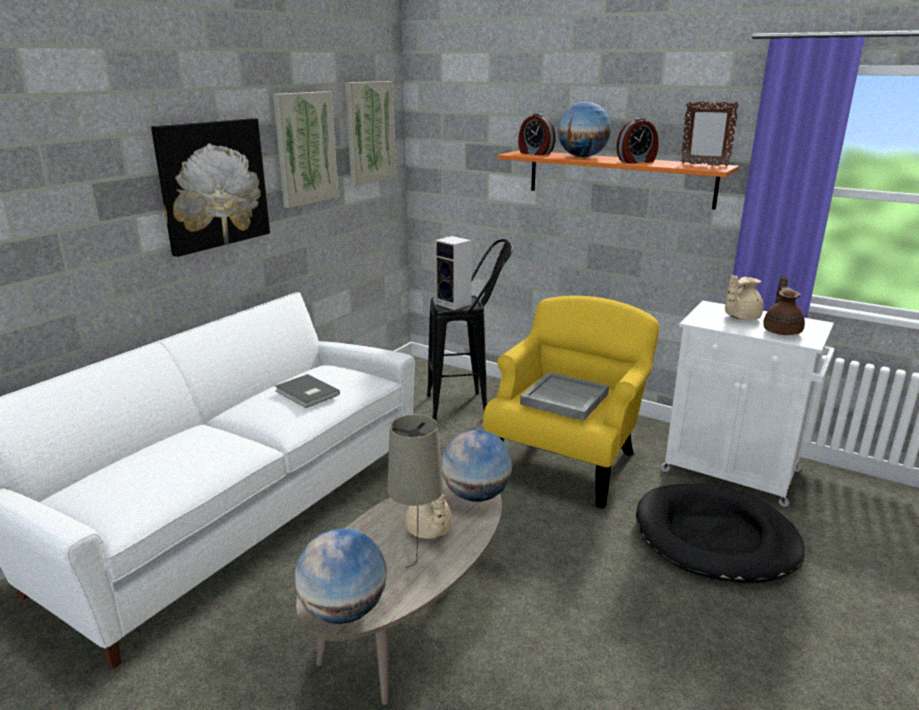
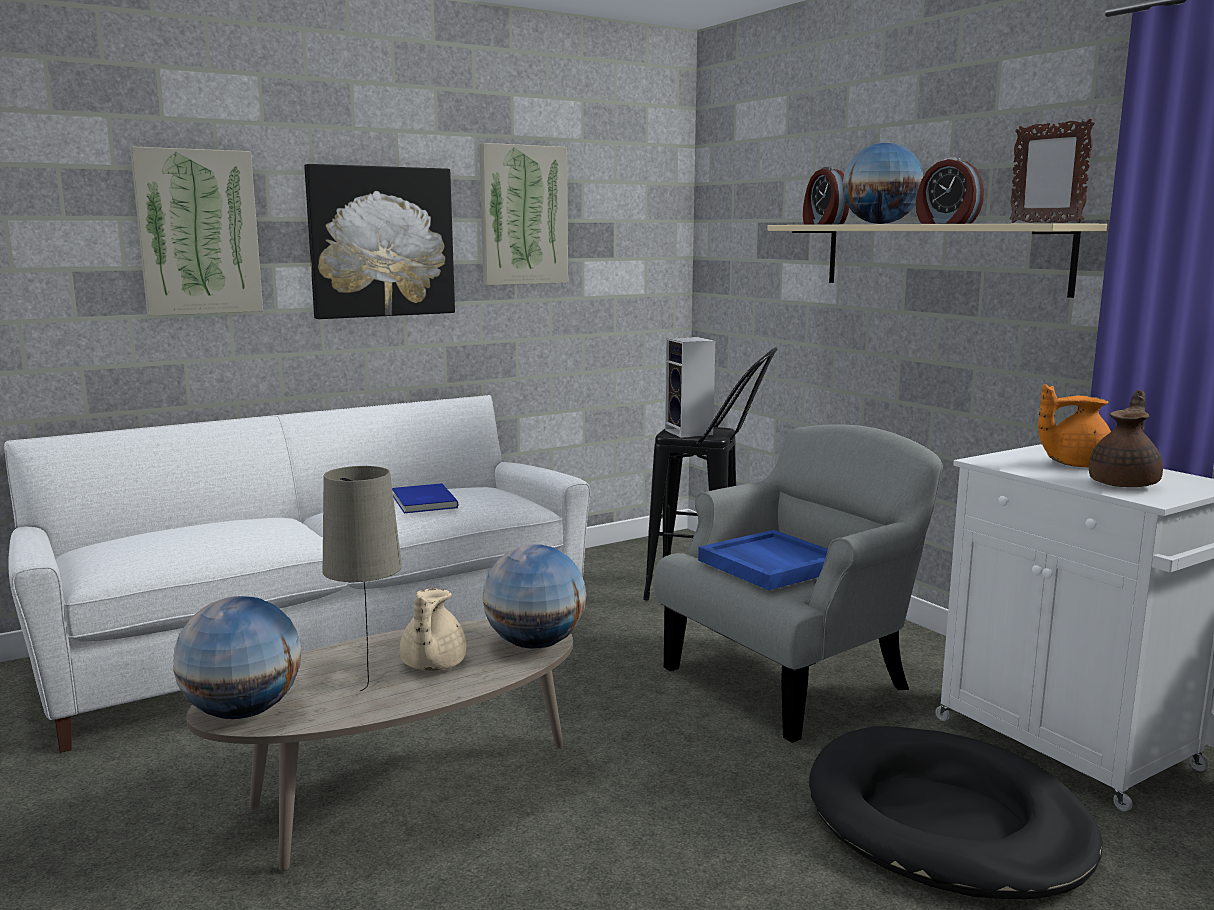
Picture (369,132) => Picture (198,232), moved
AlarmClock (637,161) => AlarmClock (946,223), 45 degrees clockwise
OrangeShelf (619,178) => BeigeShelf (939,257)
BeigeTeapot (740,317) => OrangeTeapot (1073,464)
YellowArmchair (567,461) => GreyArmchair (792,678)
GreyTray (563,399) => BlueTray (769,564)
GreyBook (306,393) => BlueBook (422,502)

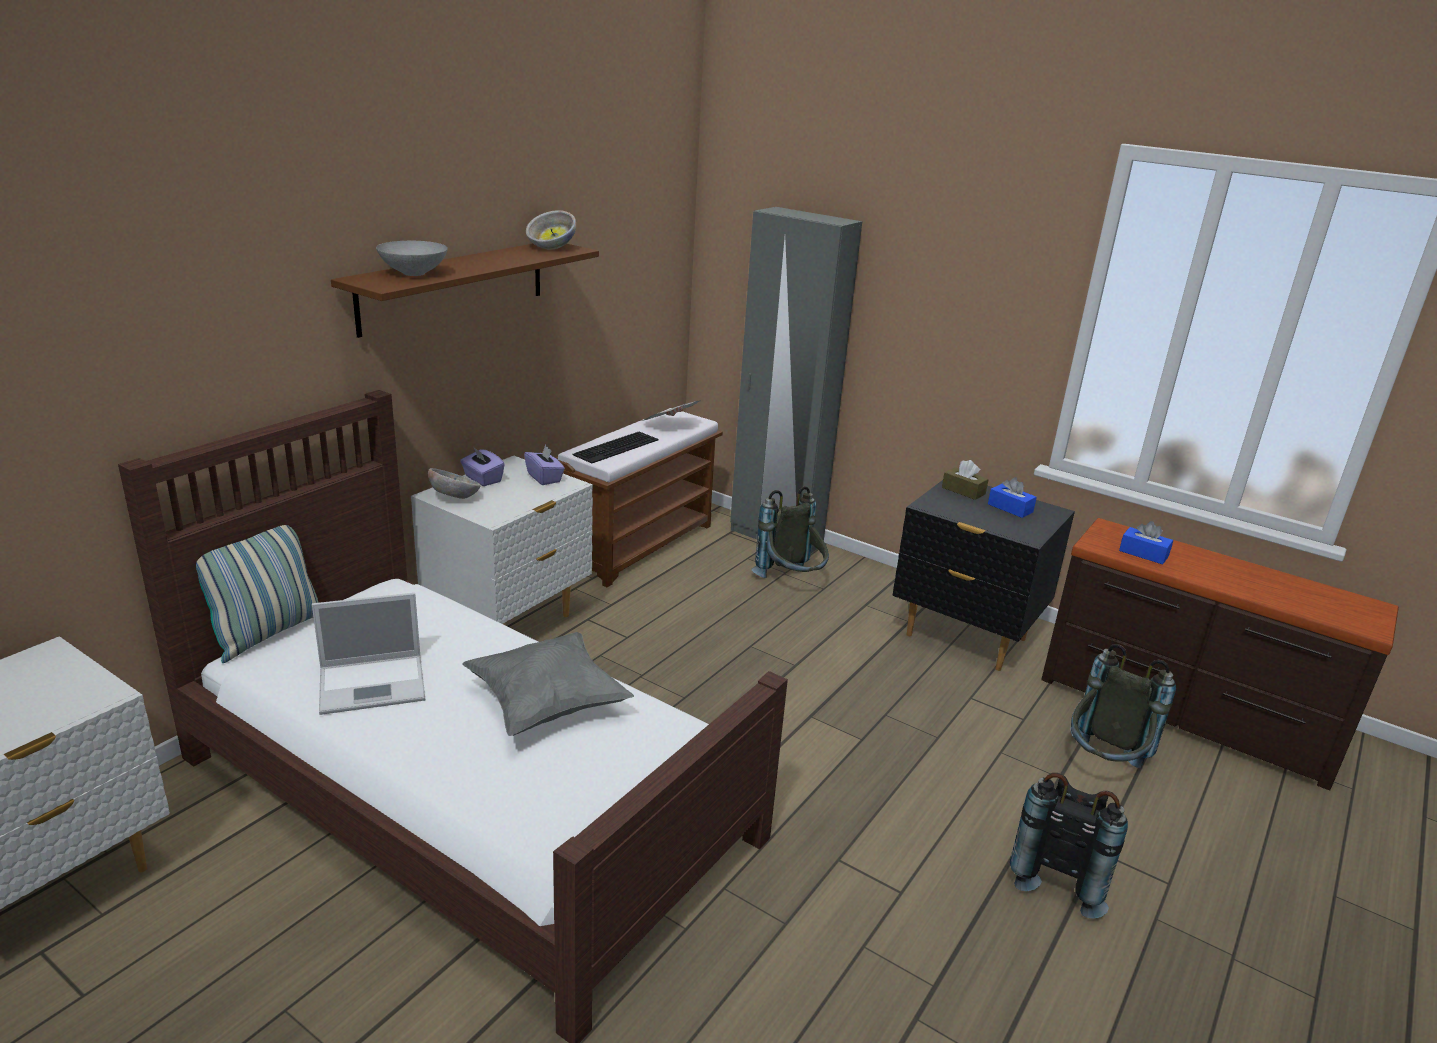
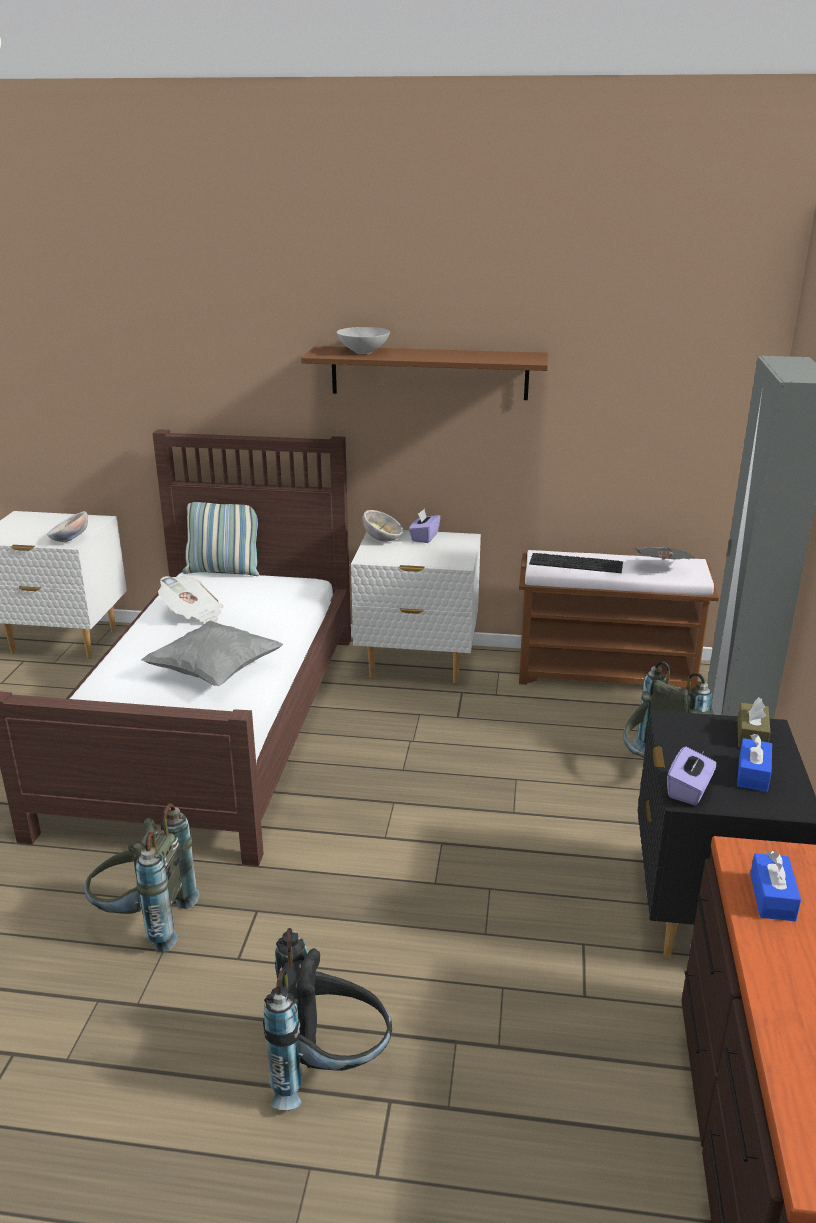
Bowl (551,248) => Bowl (69,540), moved
PurpleTissueBox (544,478) => PurpleTissueBox (689,790), moved
Laptop (374,684) => Newspaper (193,615)
GreyBackpack (1102,766) => GreyBackpack (144,923), moved

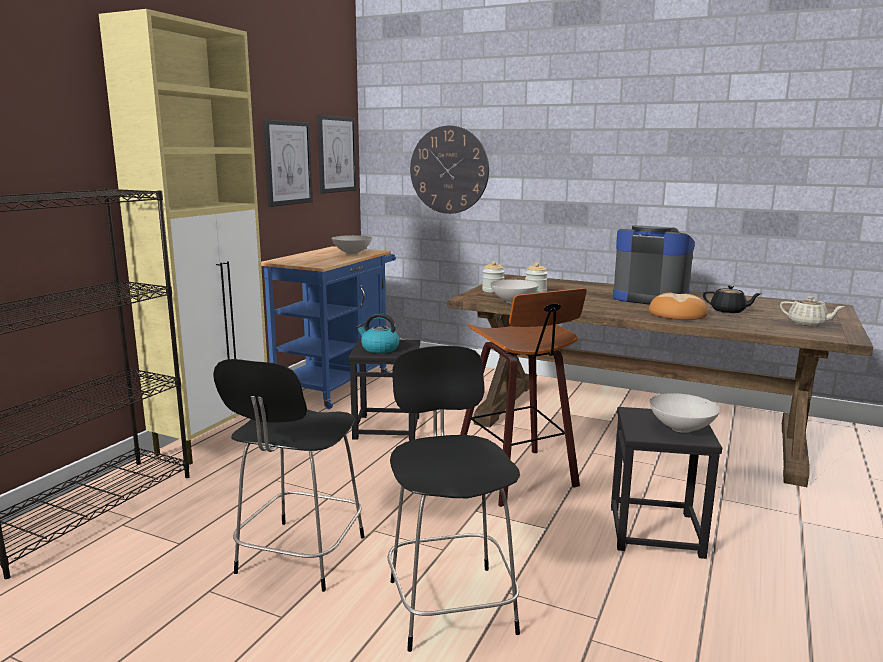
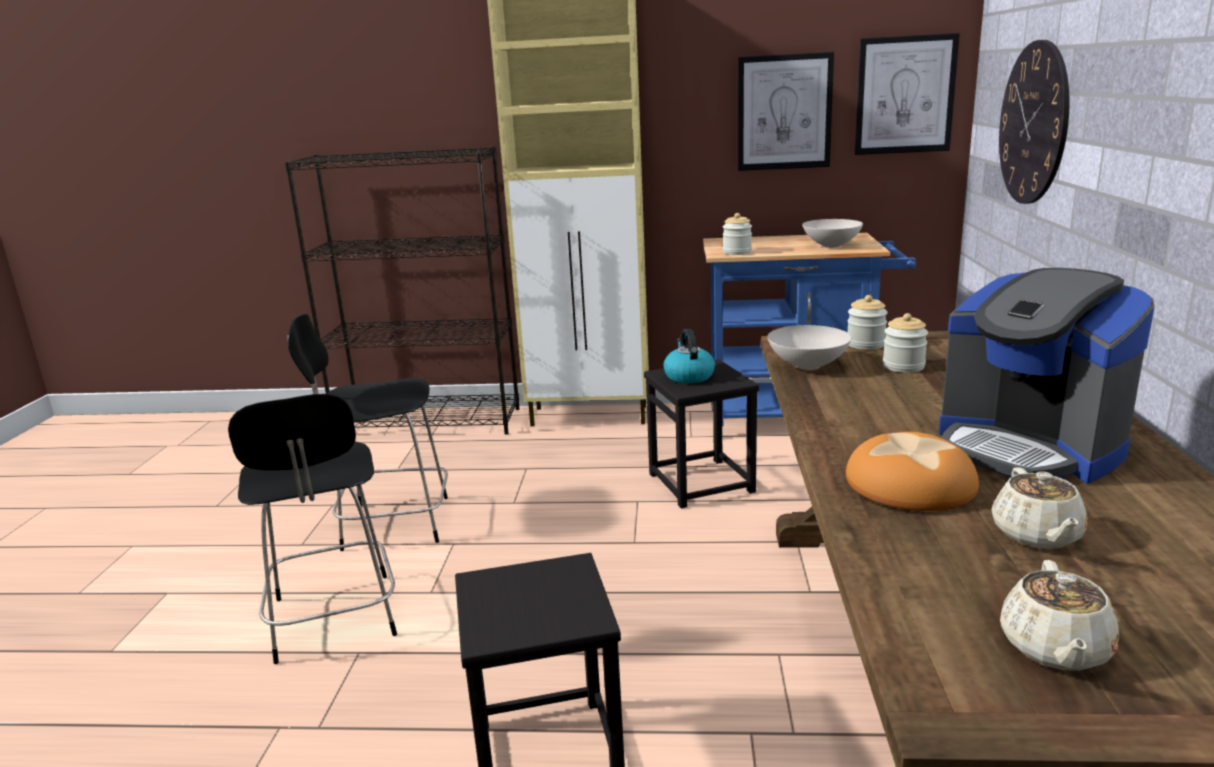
CoffeeMachine (650,298) => CoffeeMachine (1028,448), 135 degrees clockwise
BlackTeapot (728,311) => BeigeTeapot (1037,535)
Stool (519,478) => nothing
BlackChair (450,602) => BlackChair (334,620), 105 degrees clockwise
WhiteBowl (682,428) => nothing
nothing => Jar (737,252)

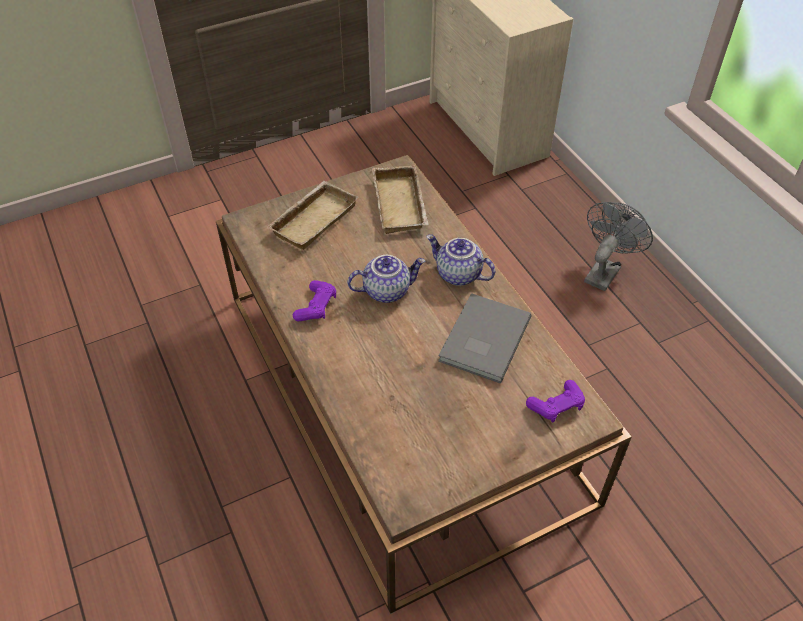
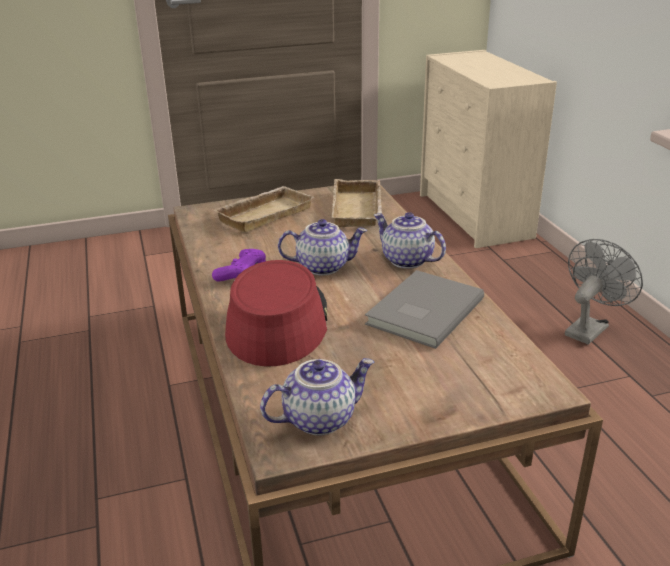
PurpleGameController (556,406) => nothing
nothing => RedHat (277,322)
nothing => Teapot (319,418)

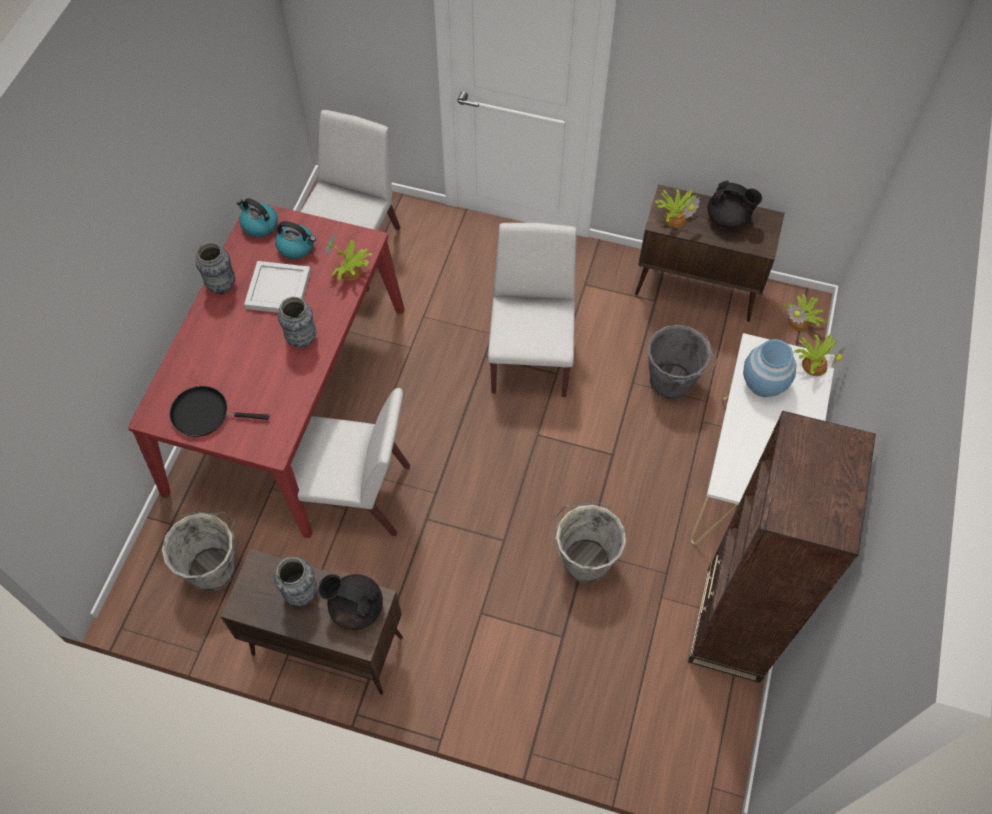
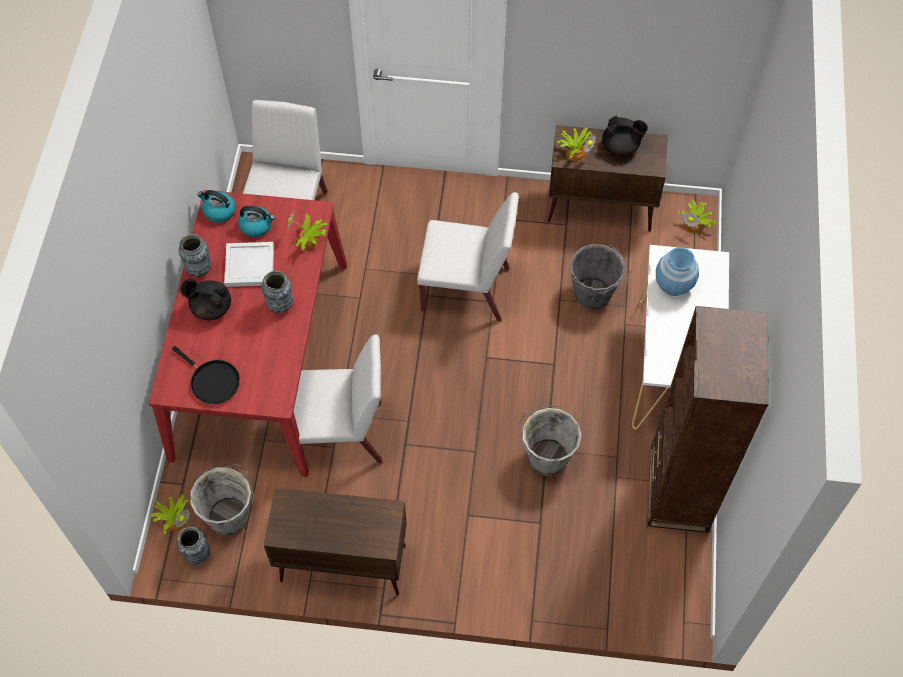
WhiteChair (531,355) => WhiteChair (467,289), 105 degrees clockwise
PottedPlant (814,364) => PottedPlant (175,520), moved
BlackFryingPan (205,414) => BlackFryingPan (212,381), 135 degrees counterclockwise
Vase (301,593) => Vase (197,554), moved
BlackTeapot (355,607) => BlackTeapot (210,307), moved

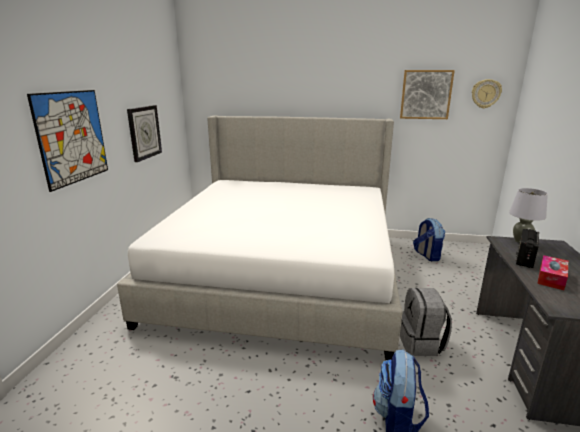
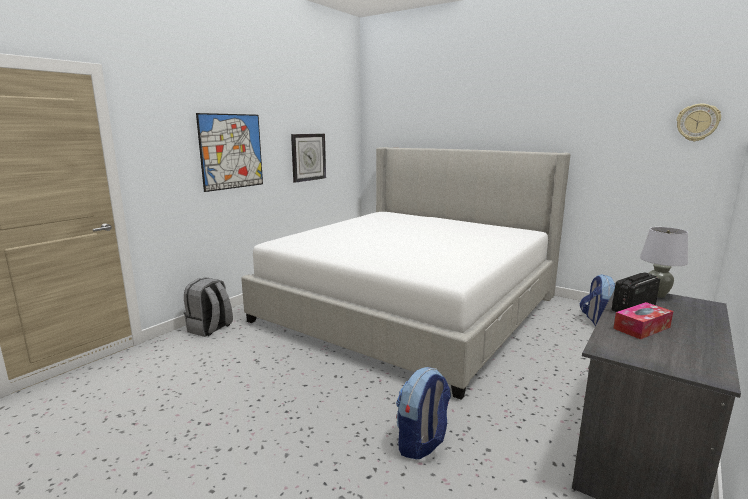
Picture (426,94) => nothing
GreyBackpack (421,343) => GreyBackpack (210,329), moved

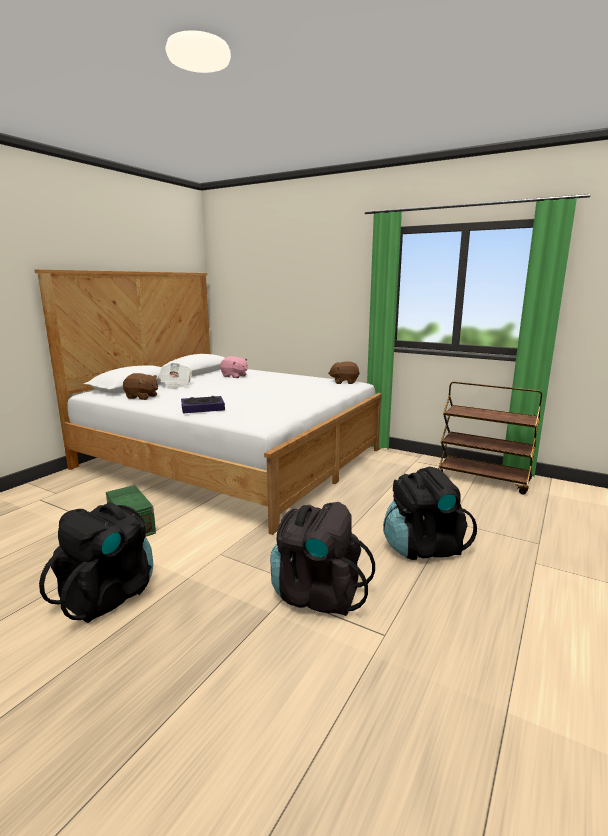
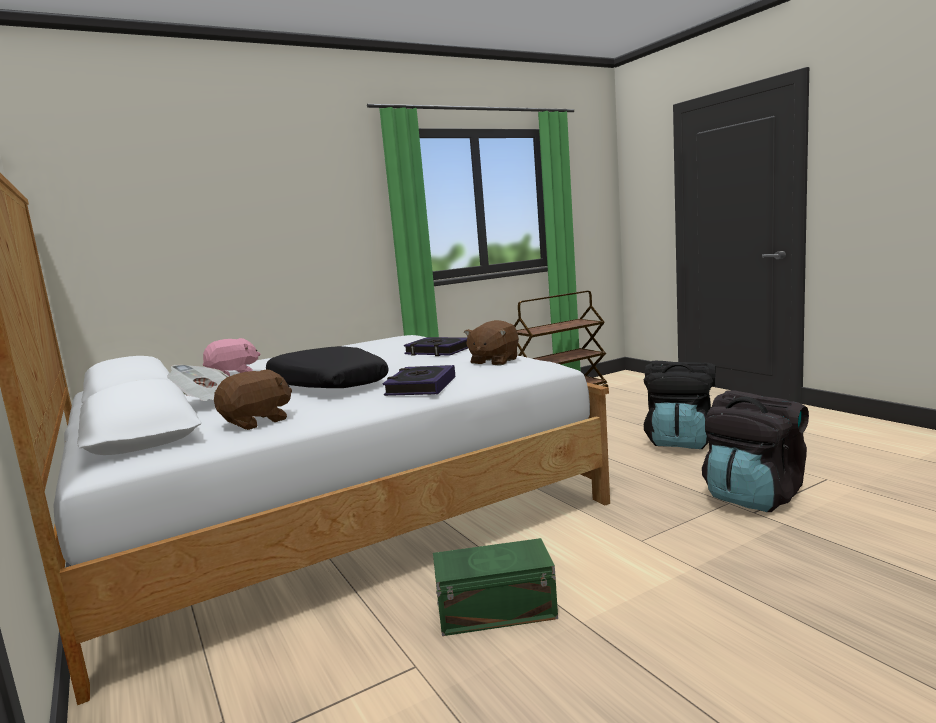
BrownPlushToy (344,382) => BrownPlushToy (493,362), moved
BlackBackpack (108,594) => nothing
nothing => Book (438,351)
nothing => BlackPillow (326,384)

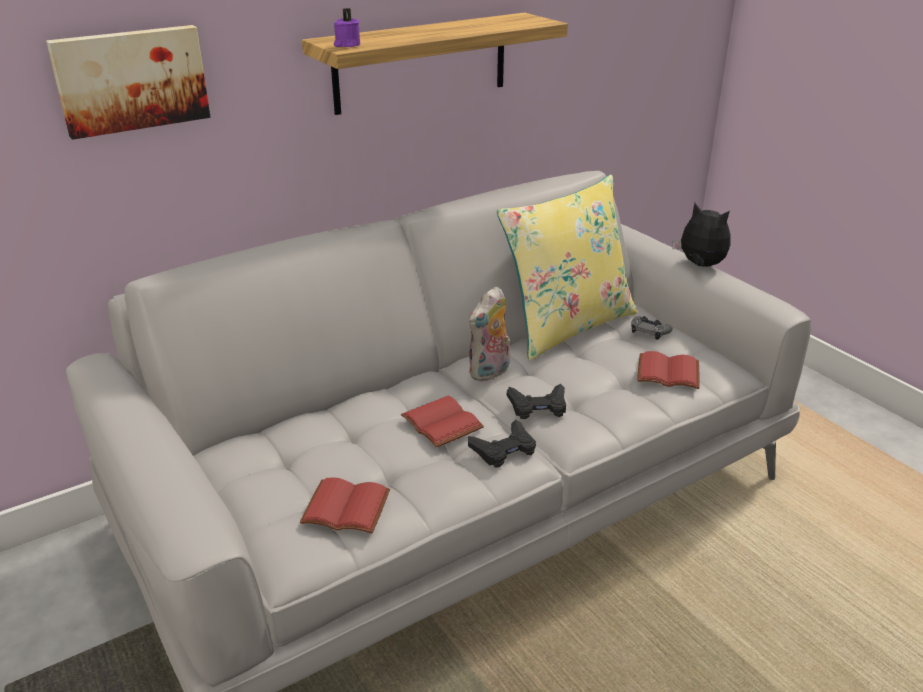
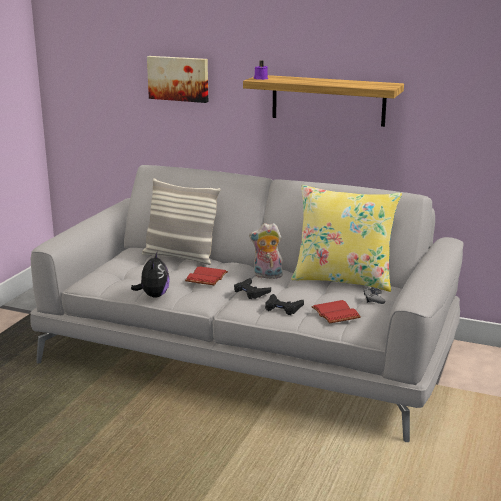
PlushToy (700,265) => PlushToy (153,295), moved
BlackGameController (504,449) => BlackGameController (283,308), moved
RedBook (344,509) => nothing
nothing => Pillow (180,257)

